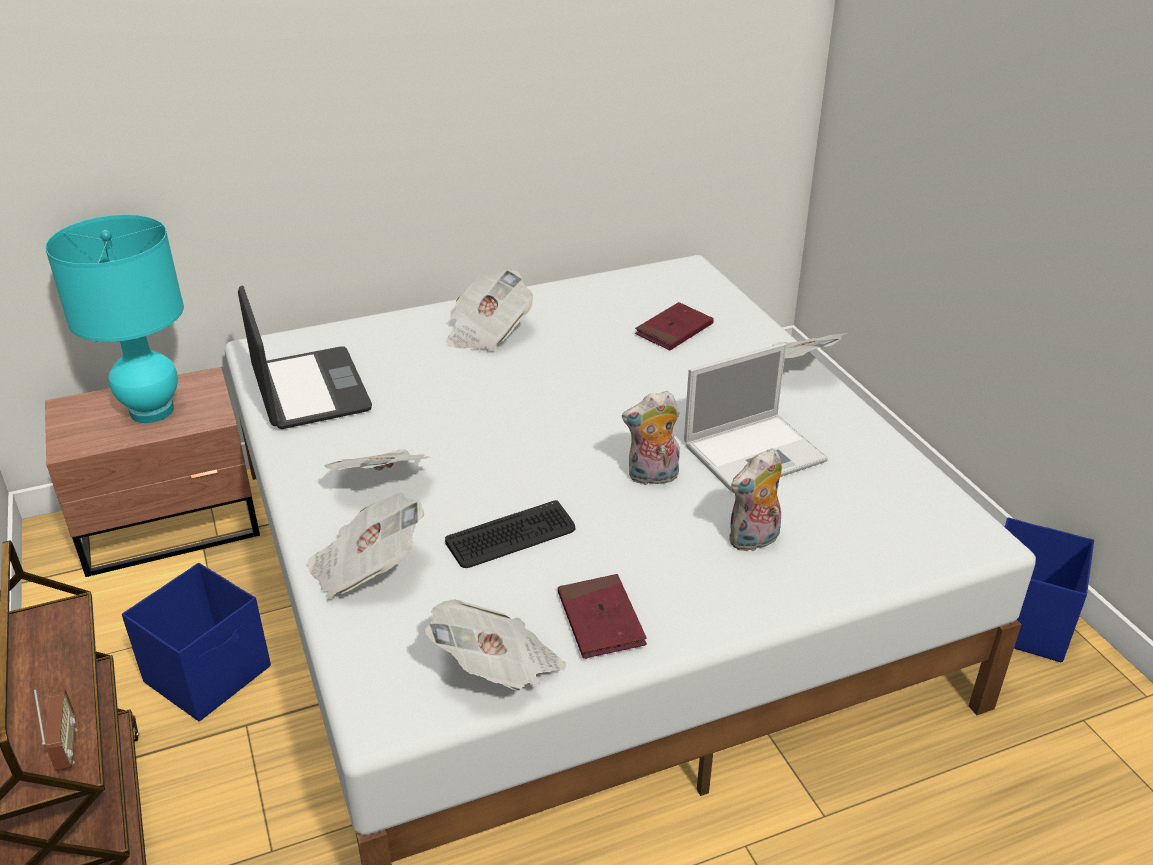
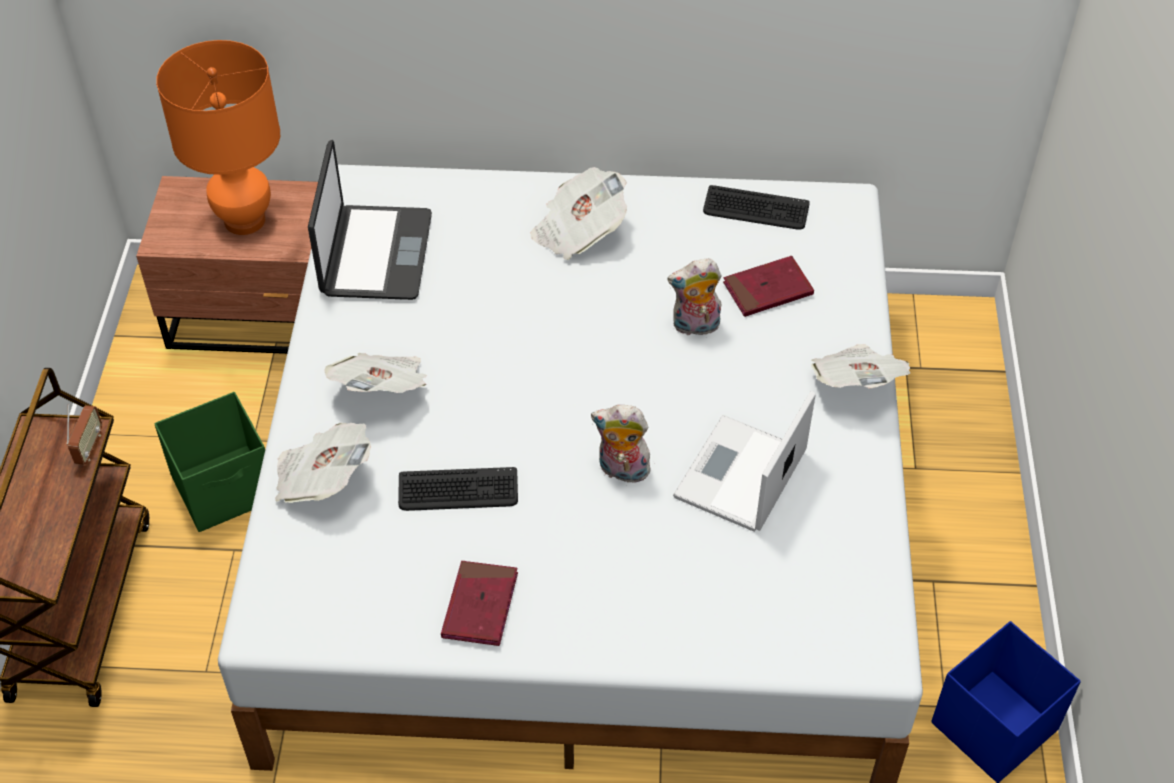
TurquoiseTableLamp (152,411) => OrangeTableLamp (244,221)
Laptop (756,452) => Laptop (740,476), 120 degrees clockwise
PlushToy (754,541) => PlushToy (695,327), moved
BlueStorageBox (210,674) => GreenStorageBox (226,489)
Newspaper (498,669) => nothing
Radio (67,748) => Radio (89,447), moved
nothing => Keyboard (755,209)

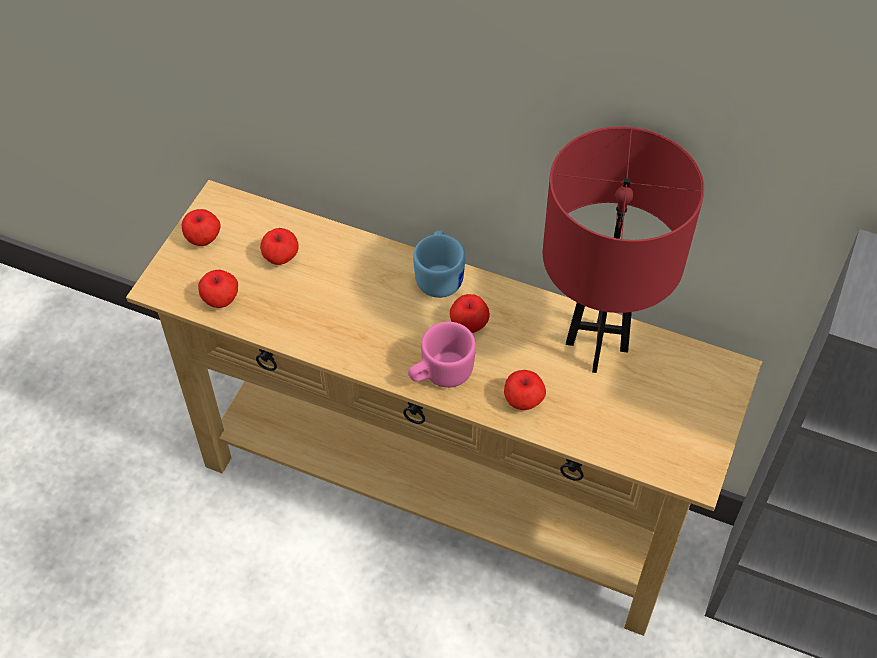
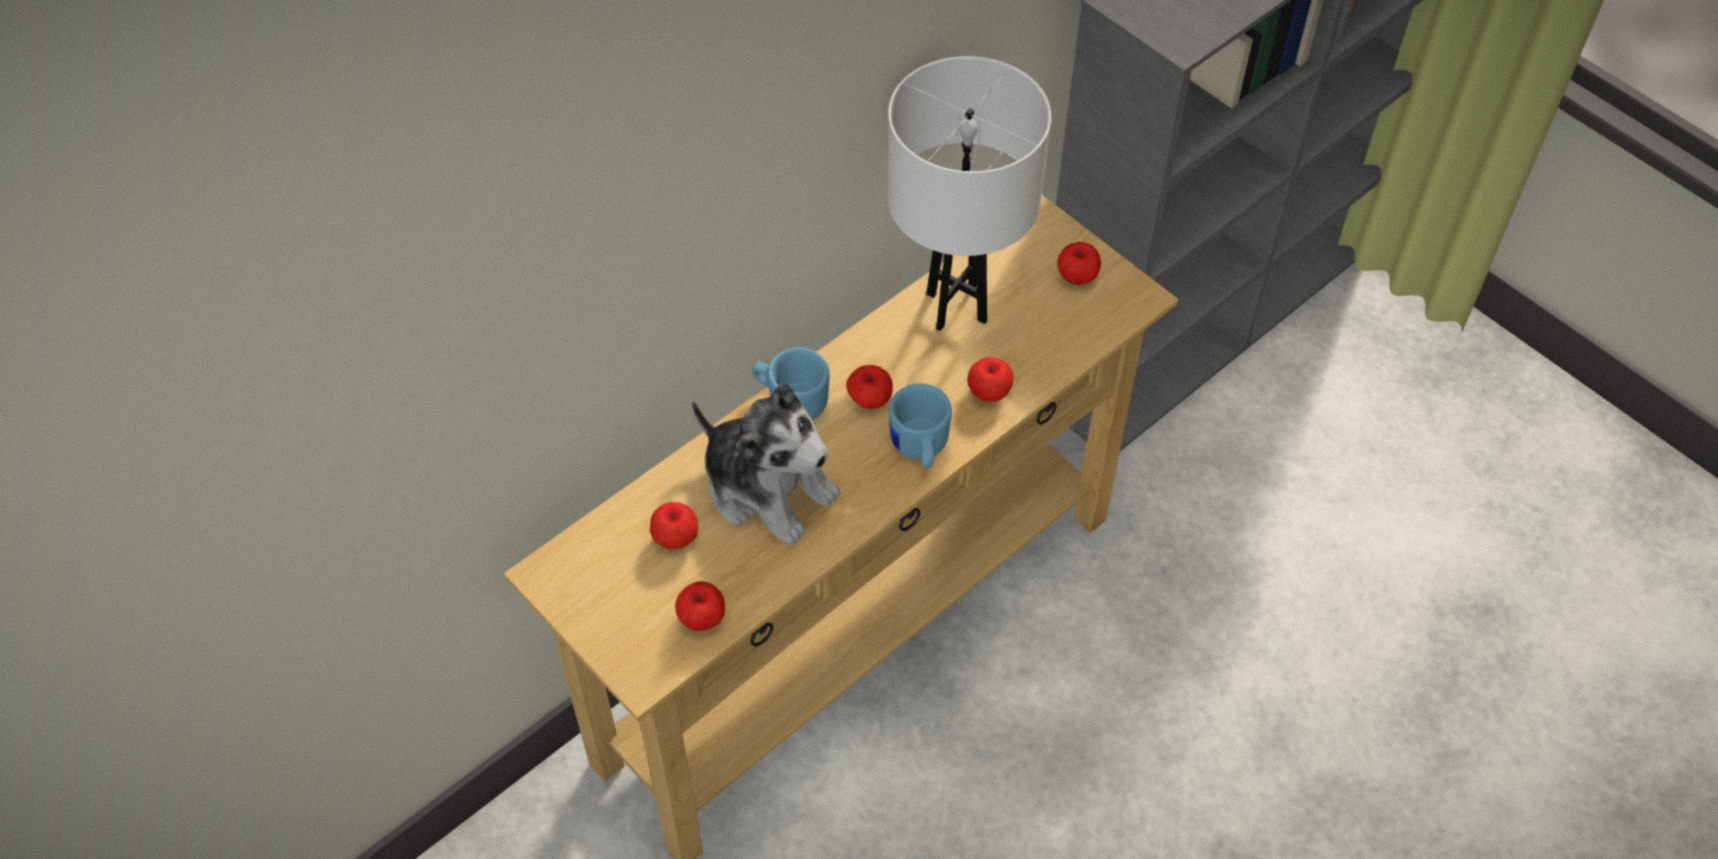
RedTableLamp (597,347) => WhiteTableLamp (957,307)
Apple (203,239) => Apple (1077,276), moved
PinkMug (439,374) => BlueMug (919,449)
nothing => PlushToy (768,488)

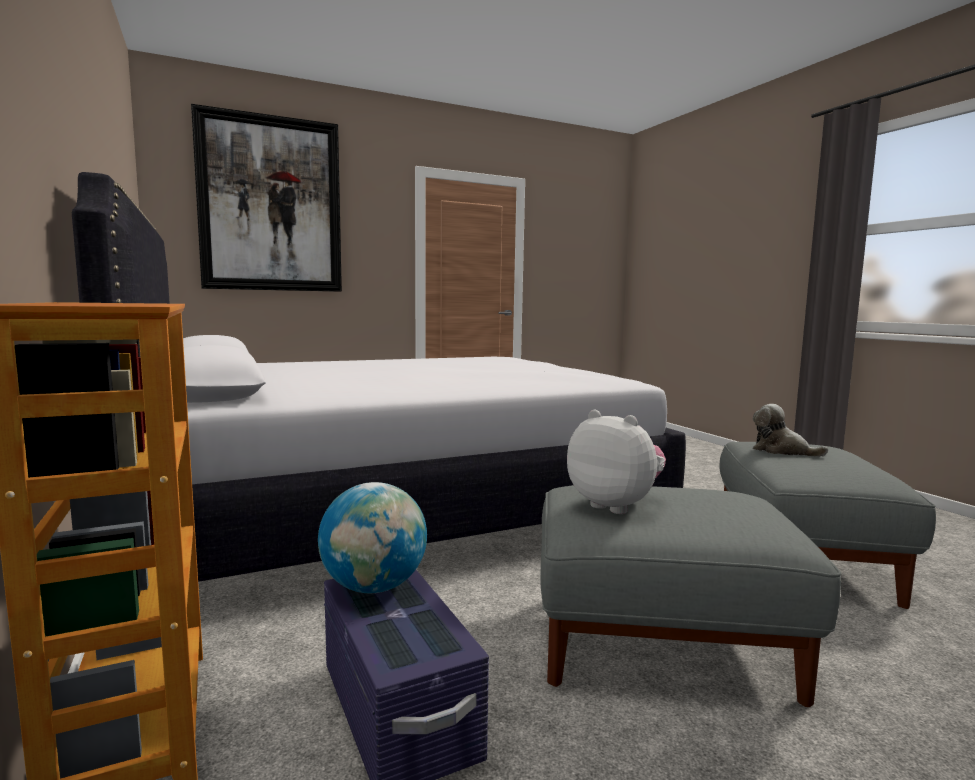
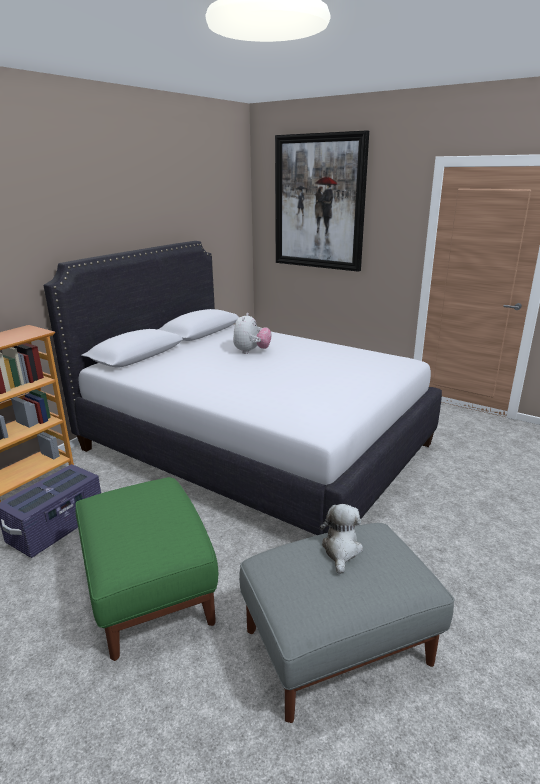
PlushToy (615,505) => PlushToy (251,351), moved
Globe (374,587) => nothing
GreyOttoman (660,644) => GreenOttoman (149,589)

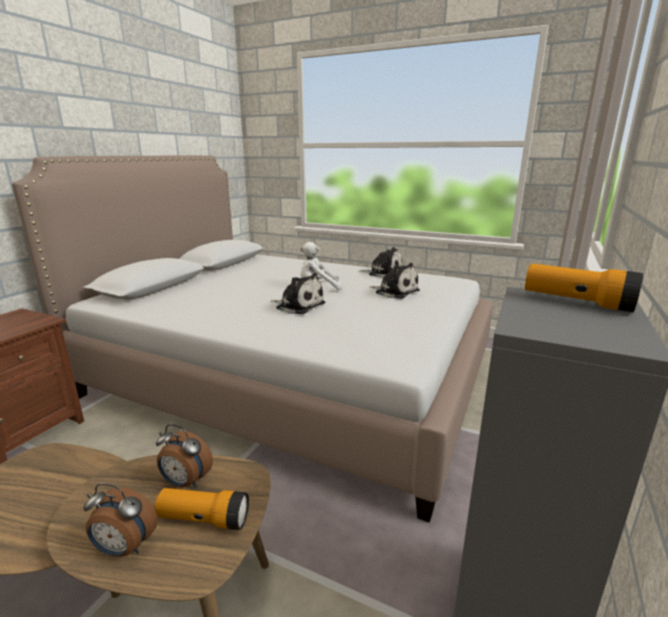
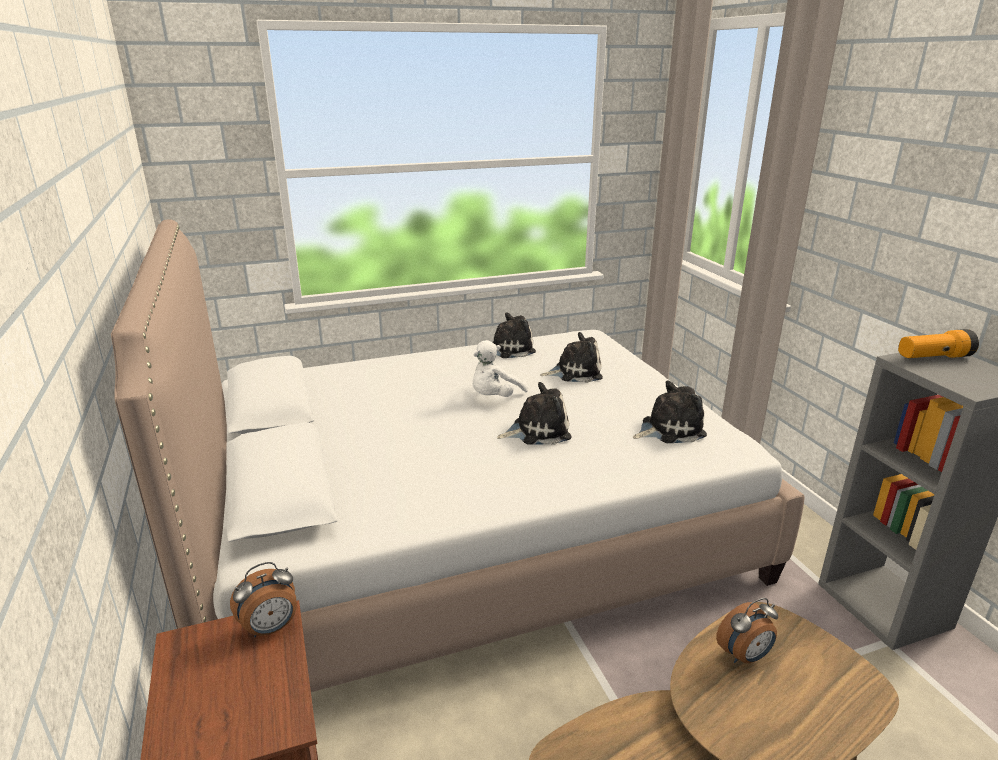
AlarmClock (124,548) => AlarmClock (271,628), moved
Flashlight (204,519) => nothing
nothing => PlushToy (669,429)

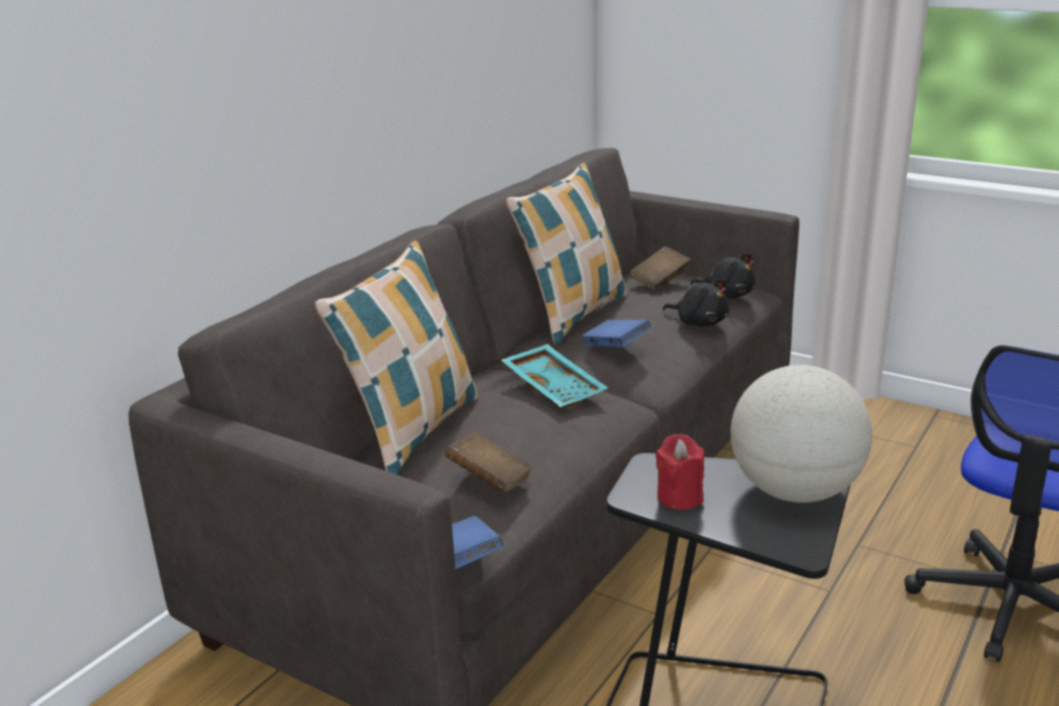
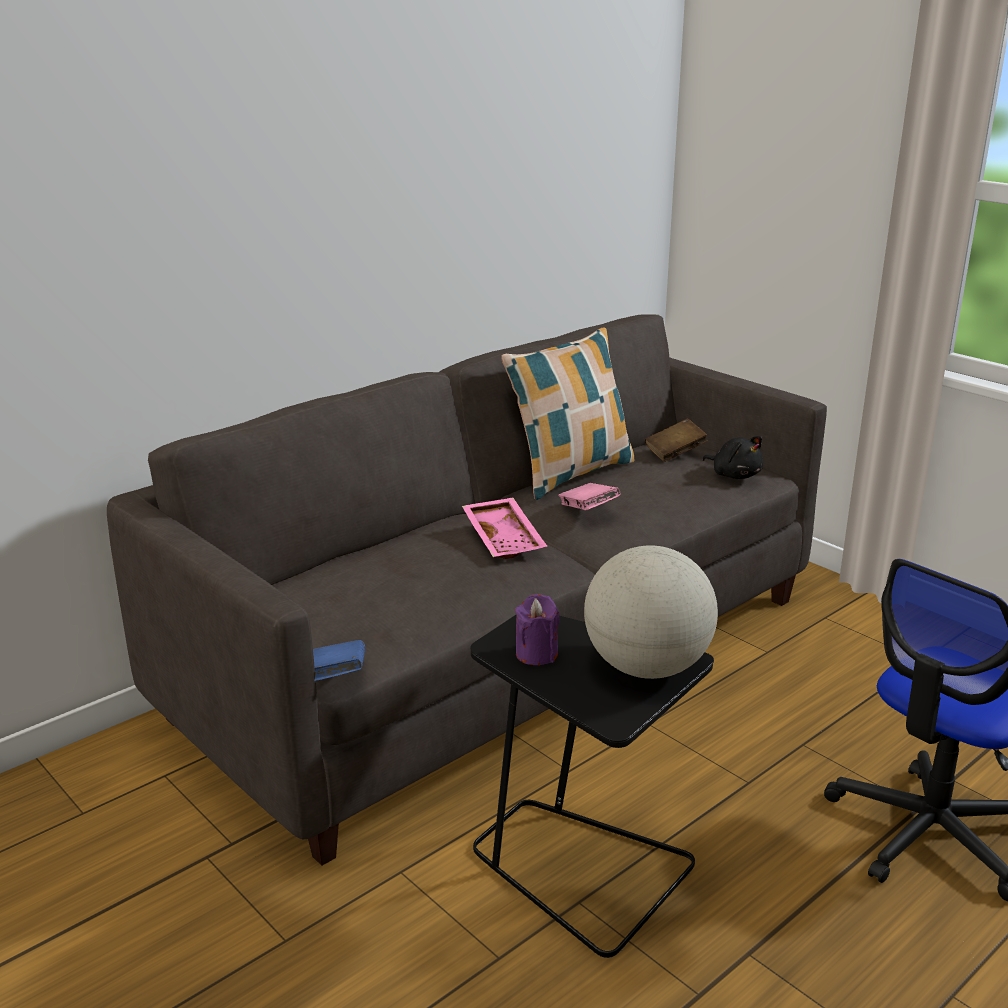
Pillow (412,431) => nothing
BlackPlushToy (699,322) => nothing
BlueBook (615,347) => PinkBook (588,510)
TurquoiseTray (555,387) => PinkTray (505,539)
BrownBook (489,480) => nothing
RedCandle (679,497) => PurpleCandle (536,654)

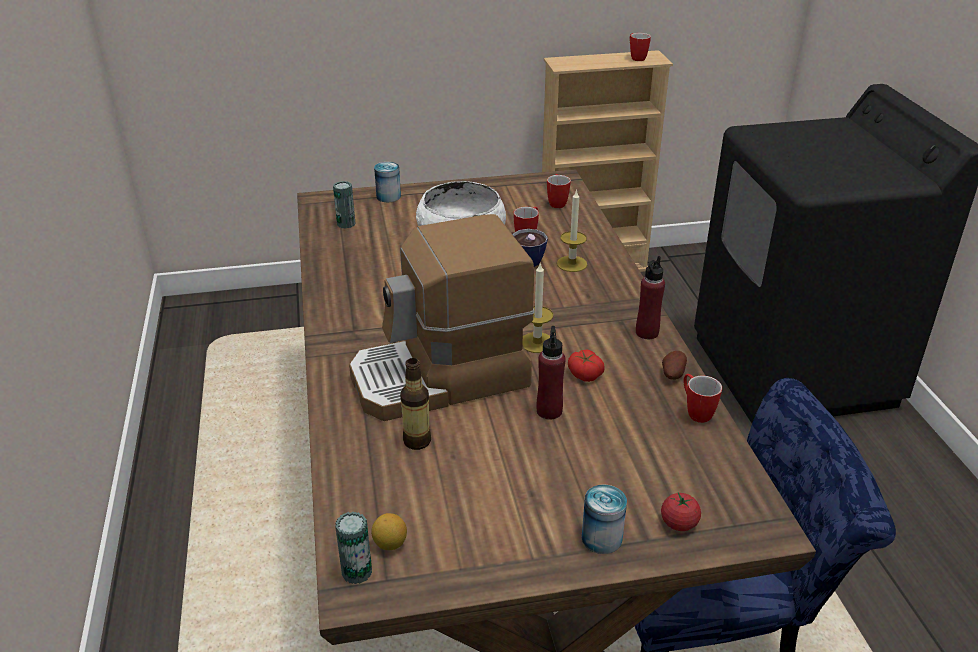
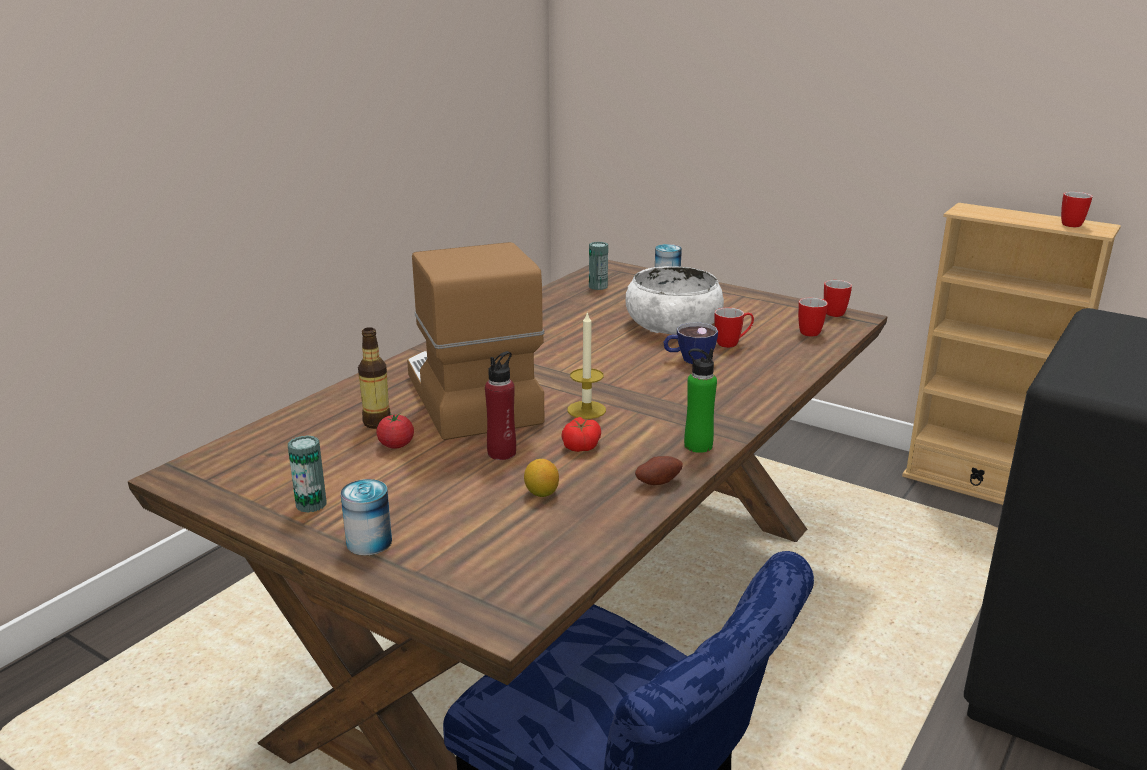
Candle (572,264) => nothing
CoffeeMachine (441,378) => CoffeeMachine (469,397), 45 degrees clockwise
RedBottle (646,332) => GreenBottle (698,445)
Mug (695,412) => Mug (835,312), moved
Tomato (679,523) => Tomato (396,445), moved
Can (357,572) => Can (311,504), moved
Lemon (390,544) => Lemon (541,493), moved

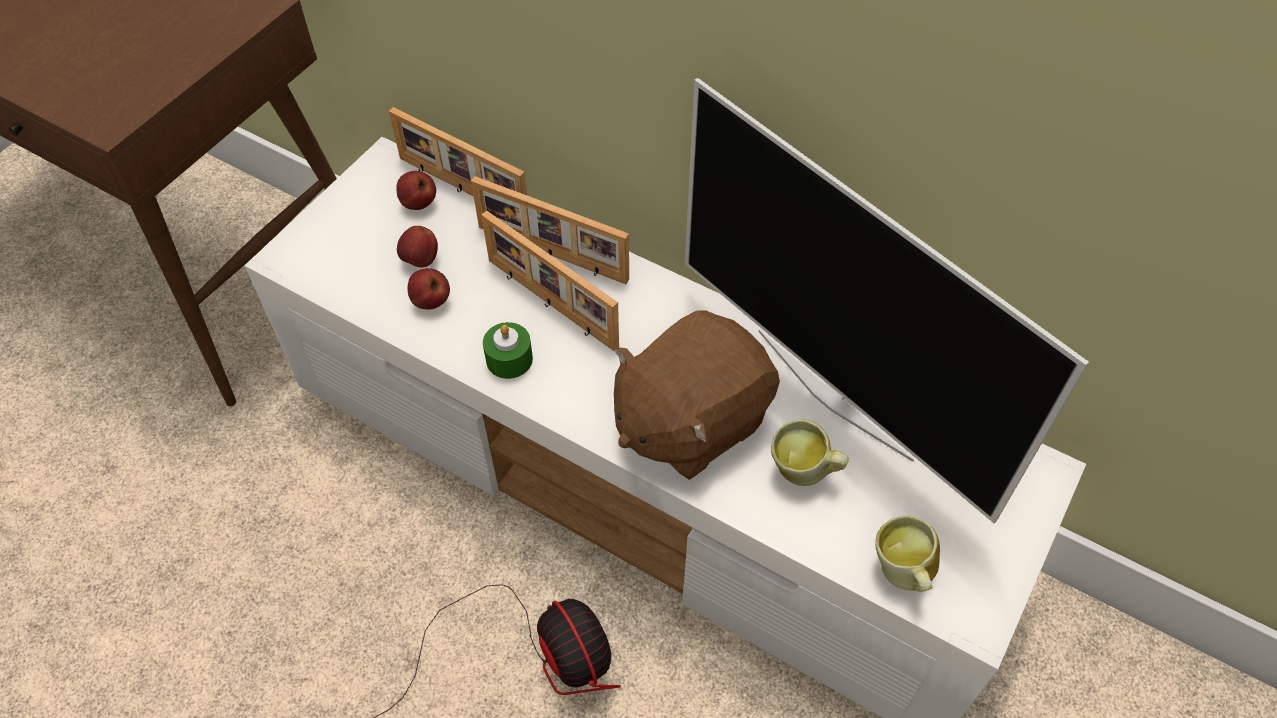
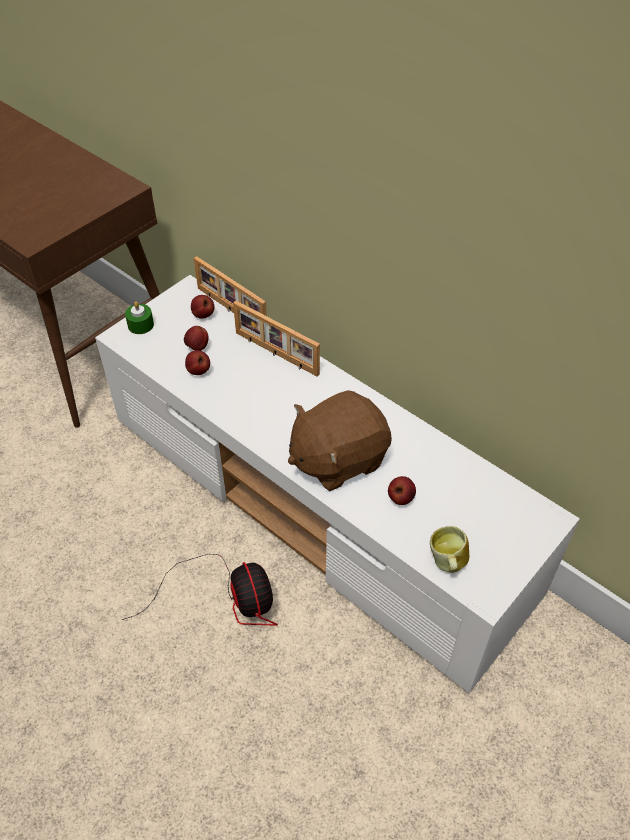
Television (835,392) => nothing
PictureFrame (550,304) => nothing
GreenCandle (509,359) => GreenCandle (141,325), moved
Mug (804,473) => Apple (400,498)

